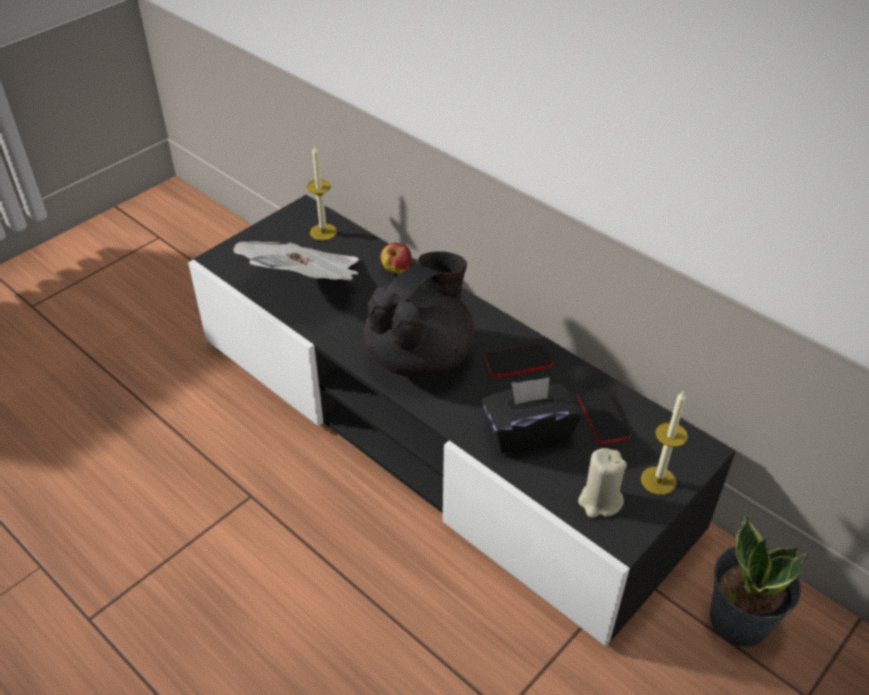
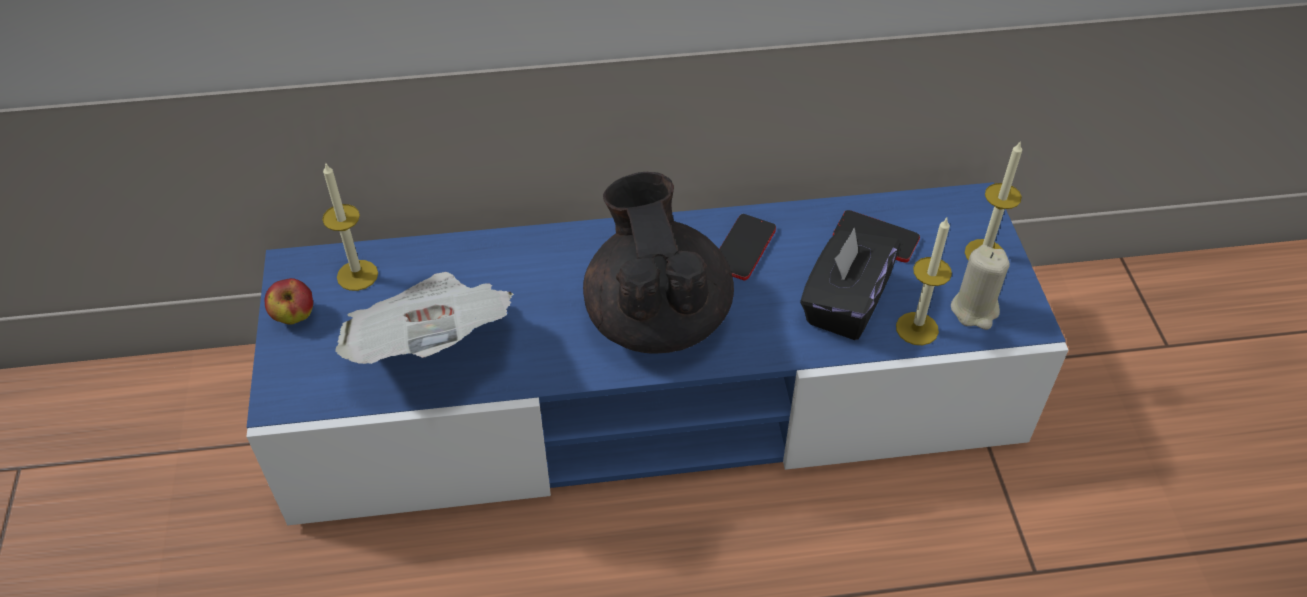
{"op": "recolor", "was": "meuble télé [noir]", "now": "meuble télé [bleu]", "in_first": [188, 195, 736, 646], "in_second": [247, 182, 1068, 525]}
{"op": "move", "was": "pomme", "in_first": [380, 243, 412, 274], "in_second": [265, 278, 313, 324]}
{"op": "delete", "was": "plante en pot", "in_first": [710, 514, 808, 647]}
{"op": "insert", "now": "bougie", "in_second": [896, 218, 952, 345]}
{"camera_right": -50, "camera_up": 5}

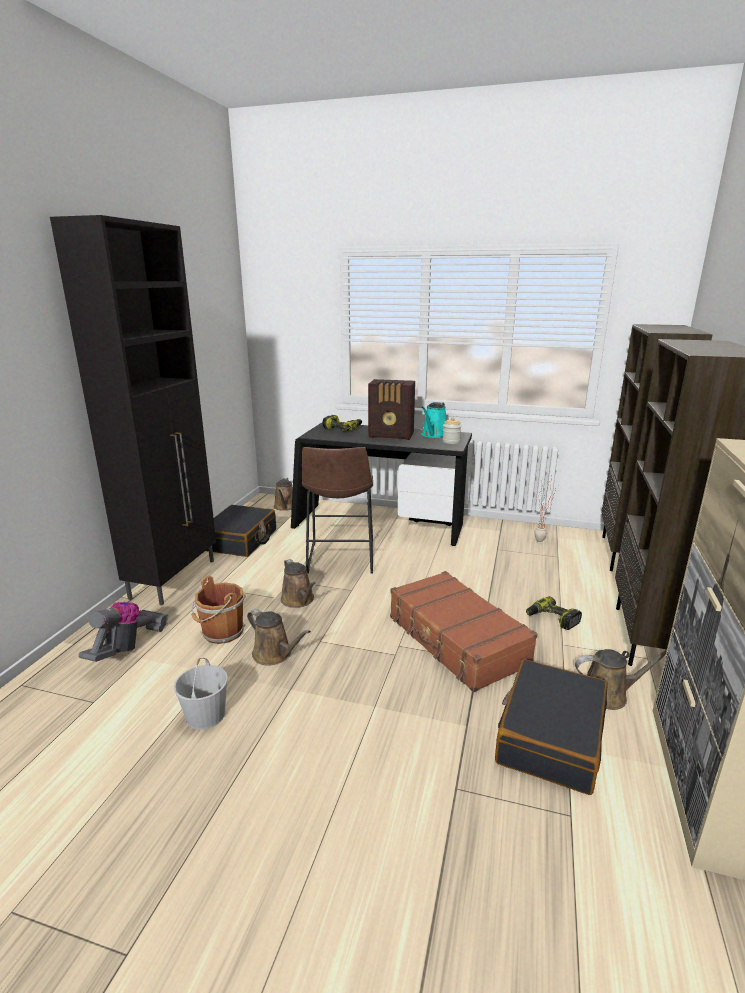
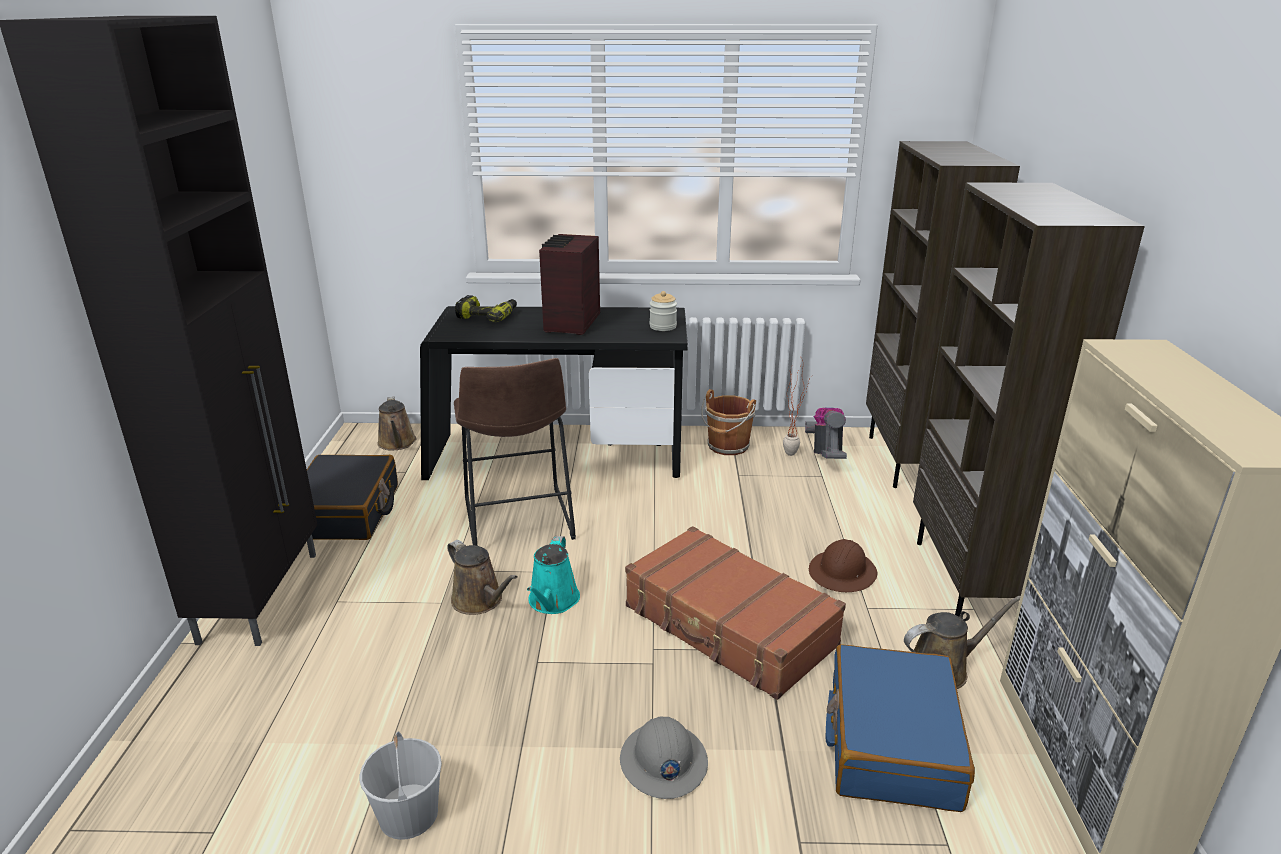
{"op": "move", "was": "aspirateur", "in_first": [78, 602, 168, 662], "in_second": [805, 408, 847, 459]}
{"op": "move", "was": "seau [marron]", "in_first": [191, 576, 246, 644], "in_second": [701, 389, 756, 455]}
{"op": "delete", "was": "arrosoir [marron]", "in_first": [247, 609, 311, 666]}
{"op": "rotate", "was": "radio", "in_first": [368, 379, 415, 440], "in_second": [539, 234, 600, 335], "clockwise": 105}
{"op": "move", "was": "arrosoir [turquoise]", "in_first": [422, 402, 447, 438], "in_second": [527, 536, 580, 614]}
{"op": "recolor", "was": "valise [noir]", "now": "valise [bleu]", "in_first": [495, 659, 608, 795], "in_second": [825, 644, 975, 812]}
{"op": "replace", "was": "perceuse", "now": "casque de chantier [marron]", "in_first": [526, 596, 582, 630], "in_second": [809, 539, 877, 592]}
{"op": "insert", "now": "casque de chantier [gris]", "in_second": [620, 716, 708, 799]}
{"camera_right": -15, "camera_up": 5}

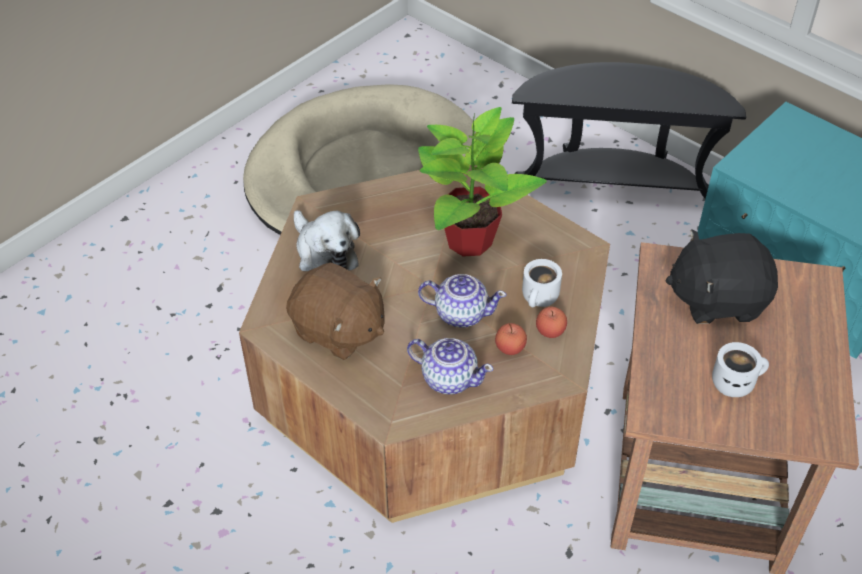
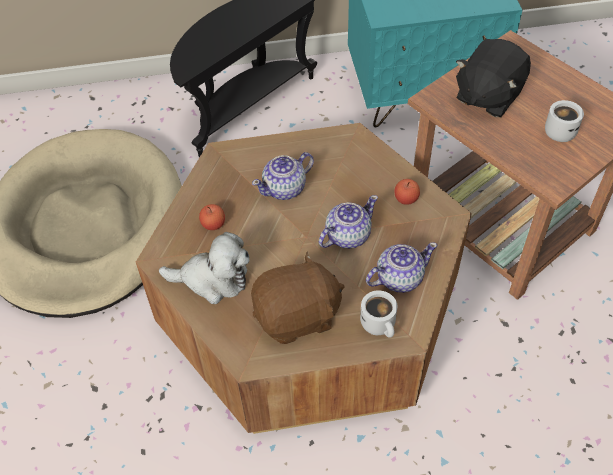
{"op": "replace", "was": "plante en pot", "now": "théière", "in_first": [418, 107, 547, 257], "in_second": [252, 152, 314, 200]}
{"op": "move", "was": "pomme", "in_first": [495, 323, 527, 355], "in_second": [199, 204, 225, 230]}
{"op": "move", "was": "mug [blanc]", "in_first": [522, 259, 562, 307], "in_second": [360, 290, 397, 338]}
{"camera_right": -50, "camera_up": 5}

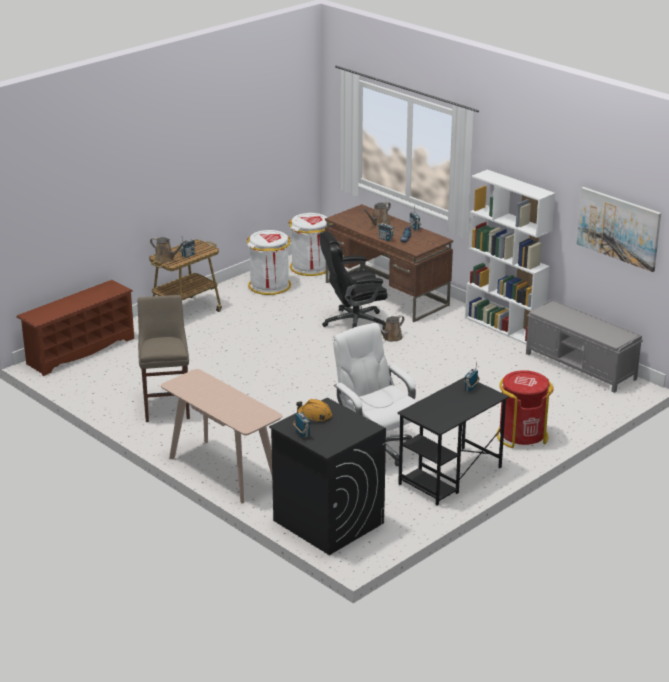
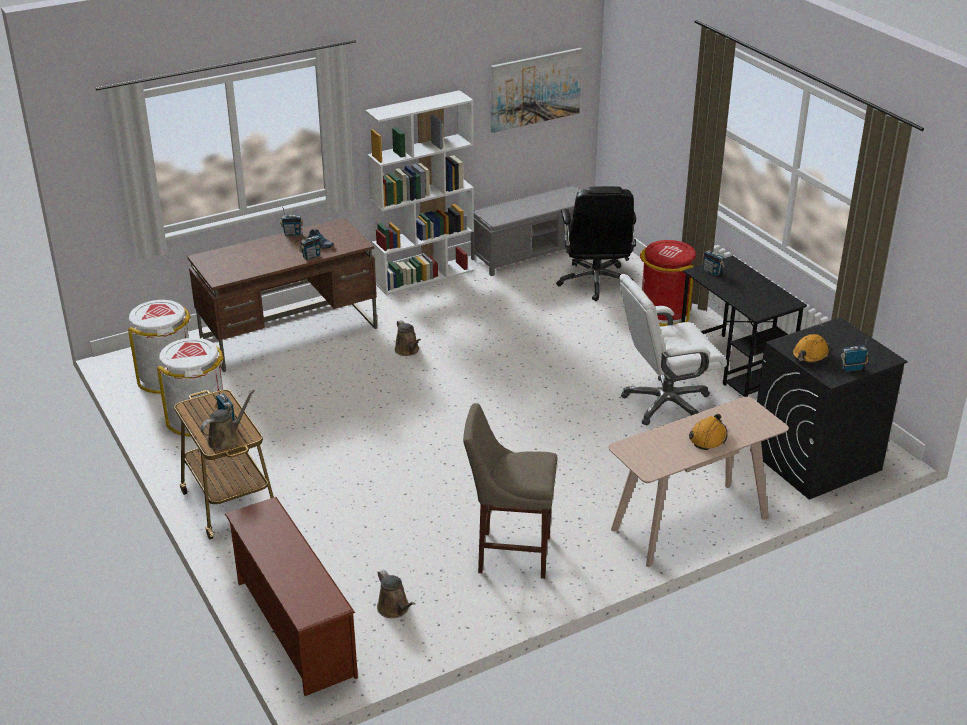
{"op": "move", "was": "chaise de bureau [noir]", "in_first": [319, 231, 388, 331], "in_second": [556, 186, 636, 301]}
{"op": "move", "was": "arrosoir [marron]", "in_first": [363, 202, 391, 227], "in_second": [377, 569, 415, 618]}
{"op": "insert", "now": "casque de chantier [orange]", "in_second": [689, 414, 728, 450]}
{"camera_right": -75, "camera_up": 5}

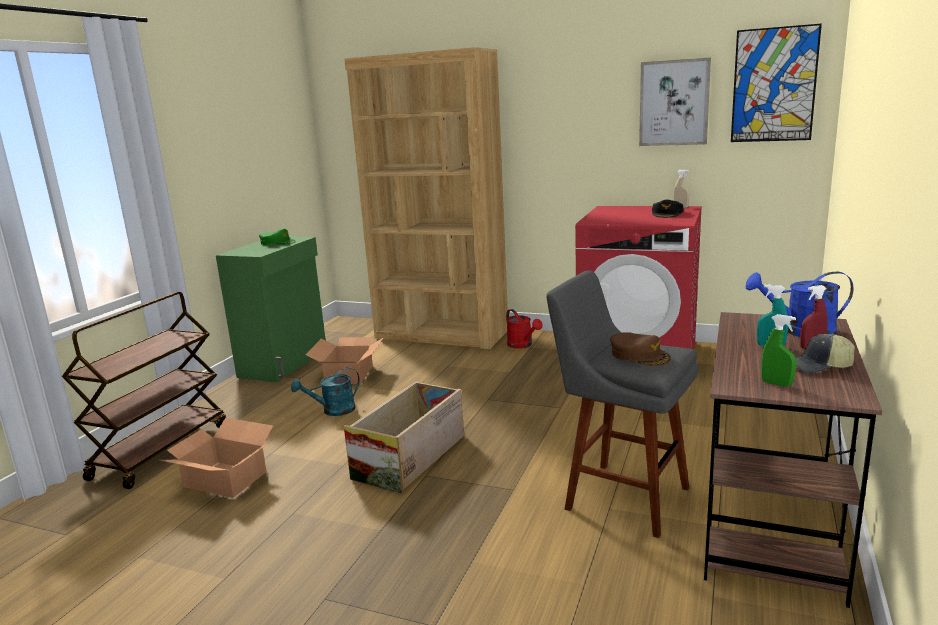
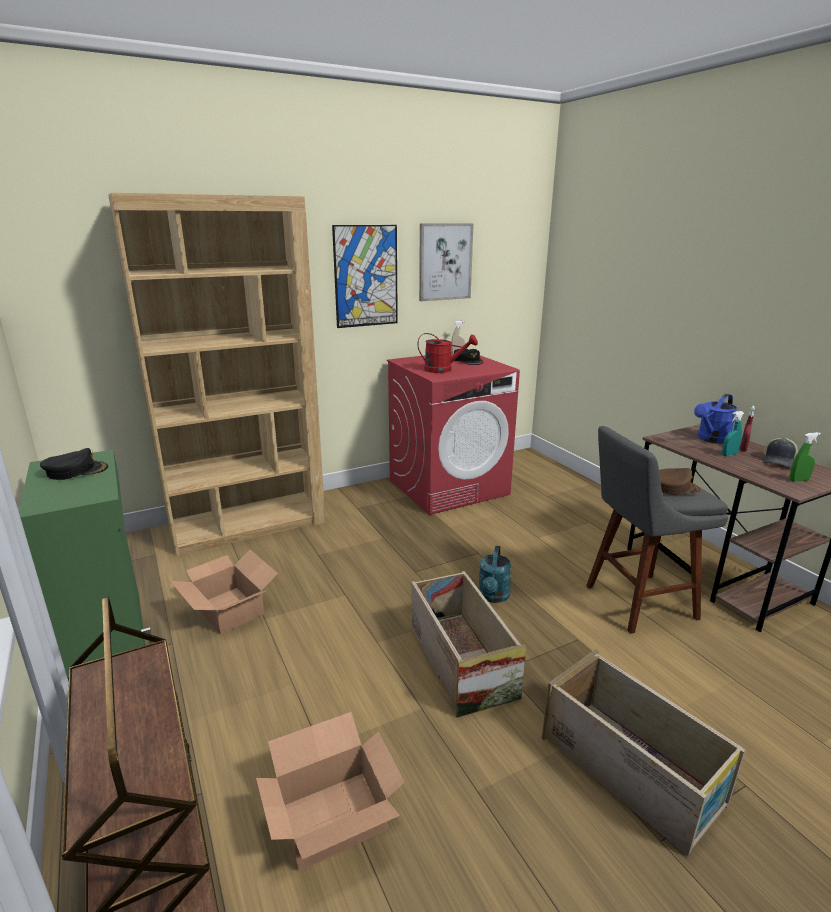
{"op": "recolor", "was": "casquette [vert]", "now": "casquette [noir]", "in_first": [259, 229, 296, 245], "in_second": [40, 448, 108, 480]}
{"op": "move", "was": "arrosoir [turquoise]", "in_first": [291, 367, 360, 416], "in_second": [478, 546, 512, 603]}
{"op": "move", "was": "arrosoir [rouge]", "in_first": [506, 309, 543, 349], "in_second": [417, 333, 478, 373]}
{"op": "move", "was": "tableau", "in_first": [731, 24, 822, 142], "in_second": [332, 225, 398, 328]}
{"op": "insert", "now": "caisse", "in_second": [542, 649, 746, 856]}
{"camera_right": -50, "camera_up": 5}

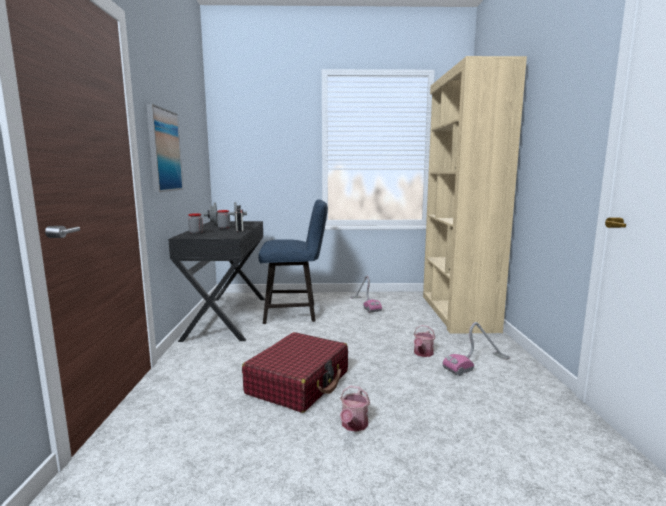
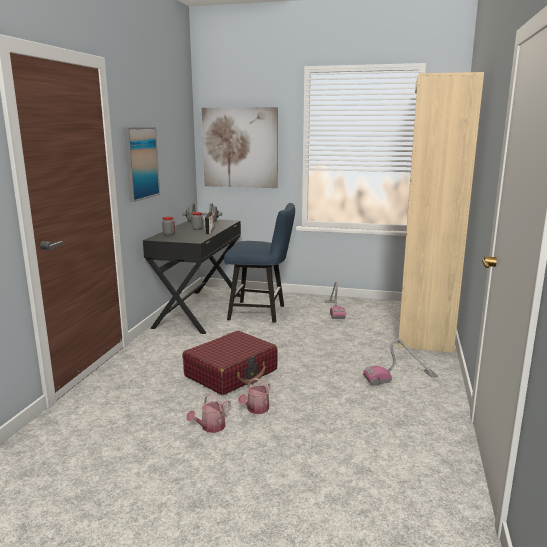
{"op": "move", "was": "arrosoir", "in_first": [414, 325, 435, 357], "in_second": [186, 394, 231, 433]}
{"op": "insert", "now": "tableau", "in_second": [202, 107, 278, 188]}
{"camera_right": 15, "camera_up": 5}

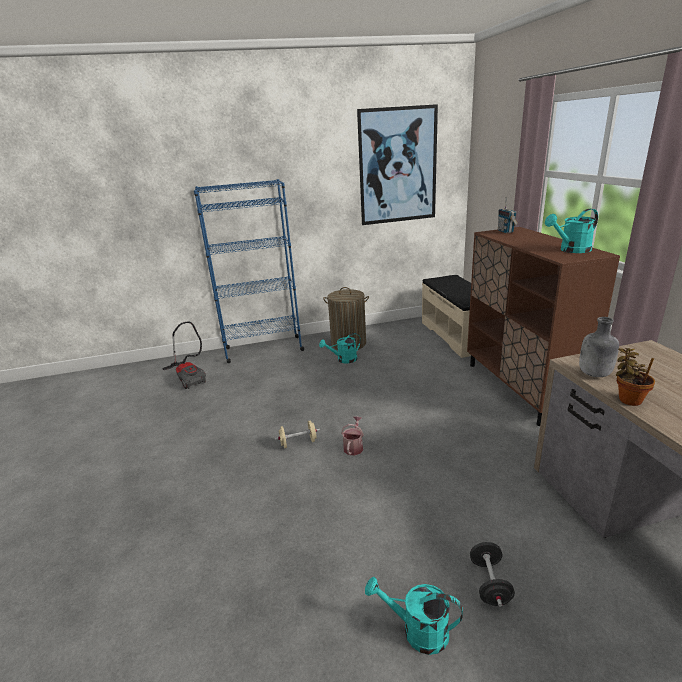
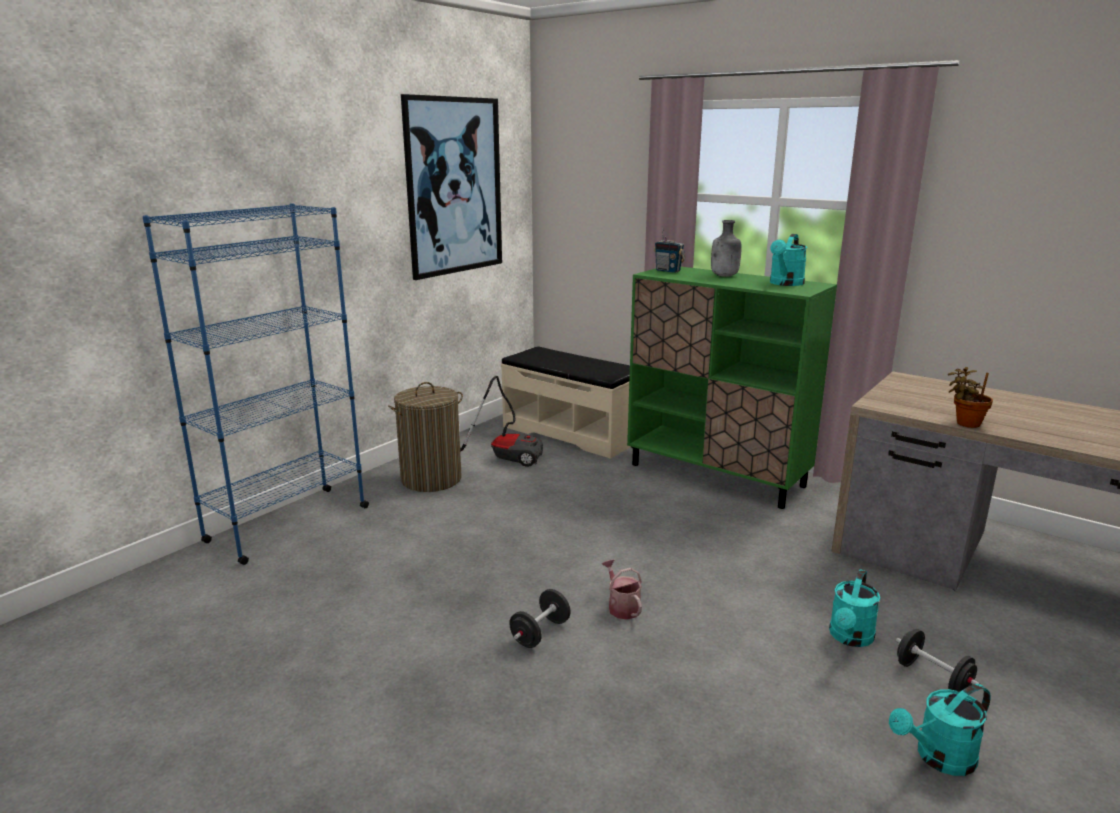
{"op": "move", "was": "aspirateur", "in_first": [163, 321, 206, 389], "in_second": [460, 376, 543, 467]}
{"op": "recolor", "was": "haltère [beige]", "now": "haltère [noir]", "in_first": [275, 420, 320, 448], "in_second": [509, 589, 570, 648]}
{"op": "move", "was": "arrosoir [turquoise]", "in_first": [319, 333, 361, 364], "in_second": [829, 569, 880, 647]}
{"op": "recolor", "was": "meuble de rangement [marron]", "now": "meuble de rangement [vert]", "in_first": [467, 227, 620, 426], "in_second": [627, 267, 837, 509]}
{"op": "move", "was": "bouteille [gris]", "in_first": [579, 317, 619, 377], "in_second": [711, 220, 742, 277]}
{"camera_right": -40, "camera_up": -5}

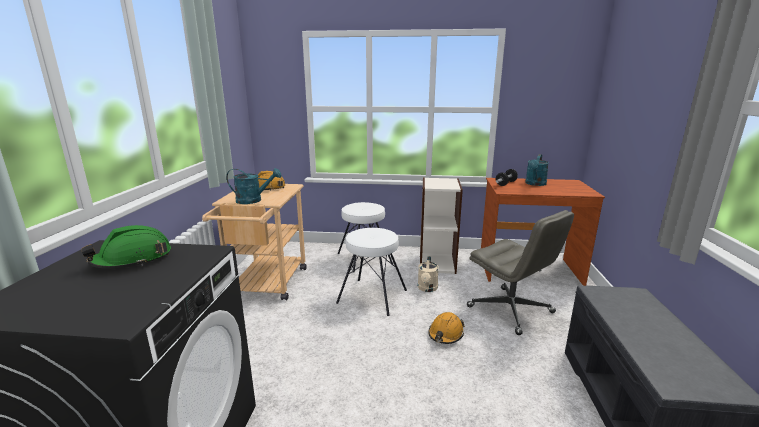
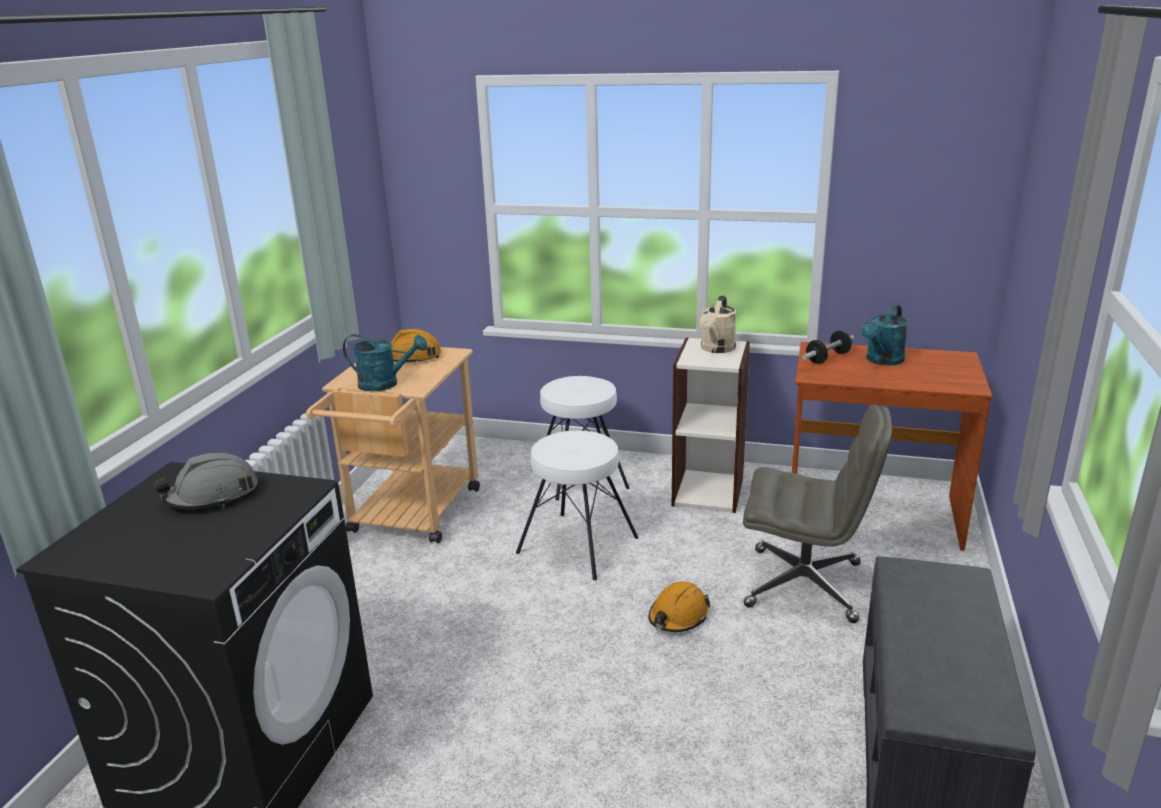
{"op": "recolor", "was": "casque de chantier [vert]", "now": "casque de chantier [gris]", "in_first": [81, 225, 171, 269], "in_second": [154, 453, 258, 509]}
{"op": "move", "was": "arrosoir [beige]", "in_first": [418, 256, 439, 292], "in_second": [700, 295, 736, 353]}
{"op": "rotate", "was": "chaise de bureau [gris]", "in_first": [467, 210, 574, 335], "in_second": [743, 405, 892, 623], "clockwise": -45}
{"camera_right": 10, "camera_up": 5}

